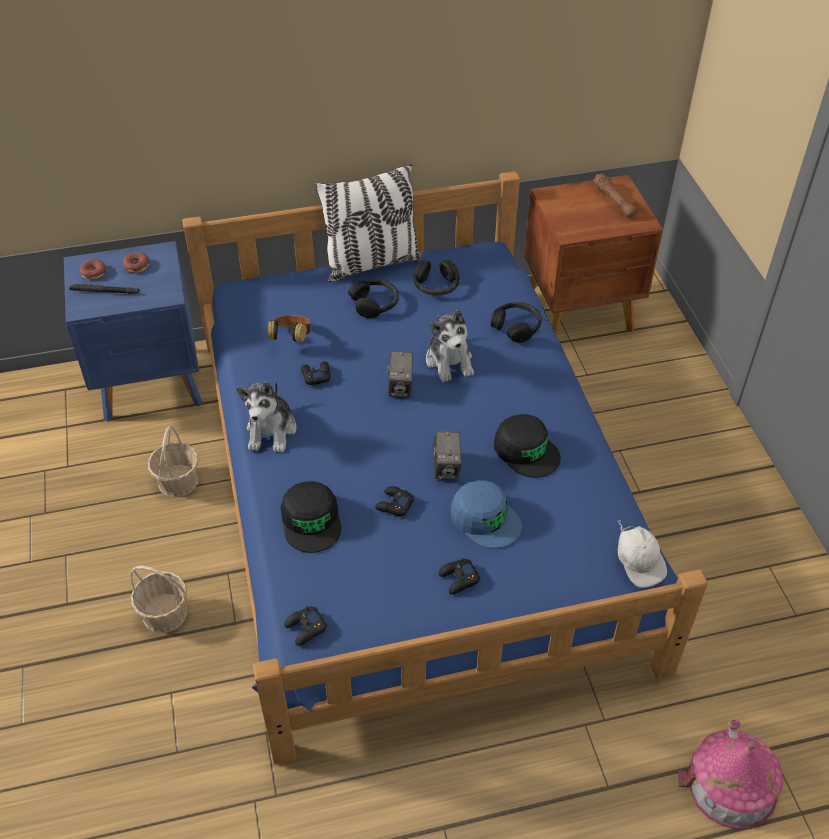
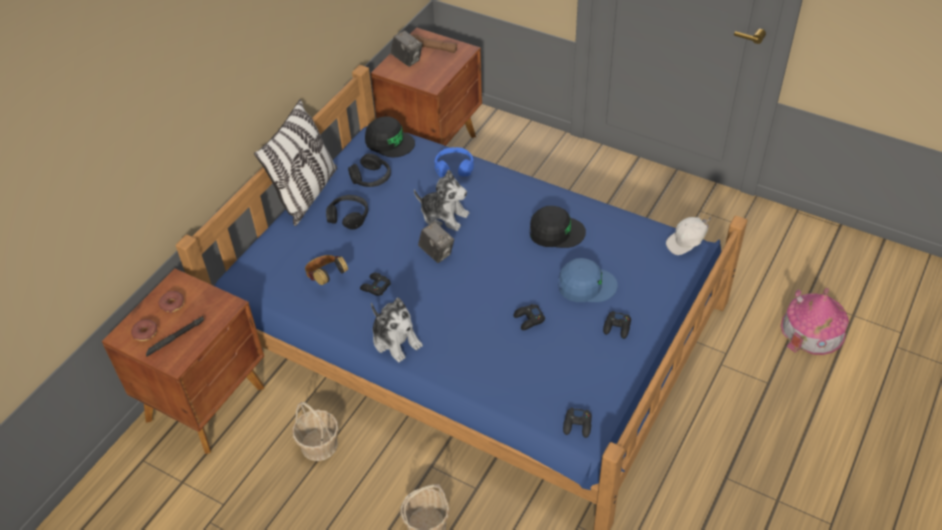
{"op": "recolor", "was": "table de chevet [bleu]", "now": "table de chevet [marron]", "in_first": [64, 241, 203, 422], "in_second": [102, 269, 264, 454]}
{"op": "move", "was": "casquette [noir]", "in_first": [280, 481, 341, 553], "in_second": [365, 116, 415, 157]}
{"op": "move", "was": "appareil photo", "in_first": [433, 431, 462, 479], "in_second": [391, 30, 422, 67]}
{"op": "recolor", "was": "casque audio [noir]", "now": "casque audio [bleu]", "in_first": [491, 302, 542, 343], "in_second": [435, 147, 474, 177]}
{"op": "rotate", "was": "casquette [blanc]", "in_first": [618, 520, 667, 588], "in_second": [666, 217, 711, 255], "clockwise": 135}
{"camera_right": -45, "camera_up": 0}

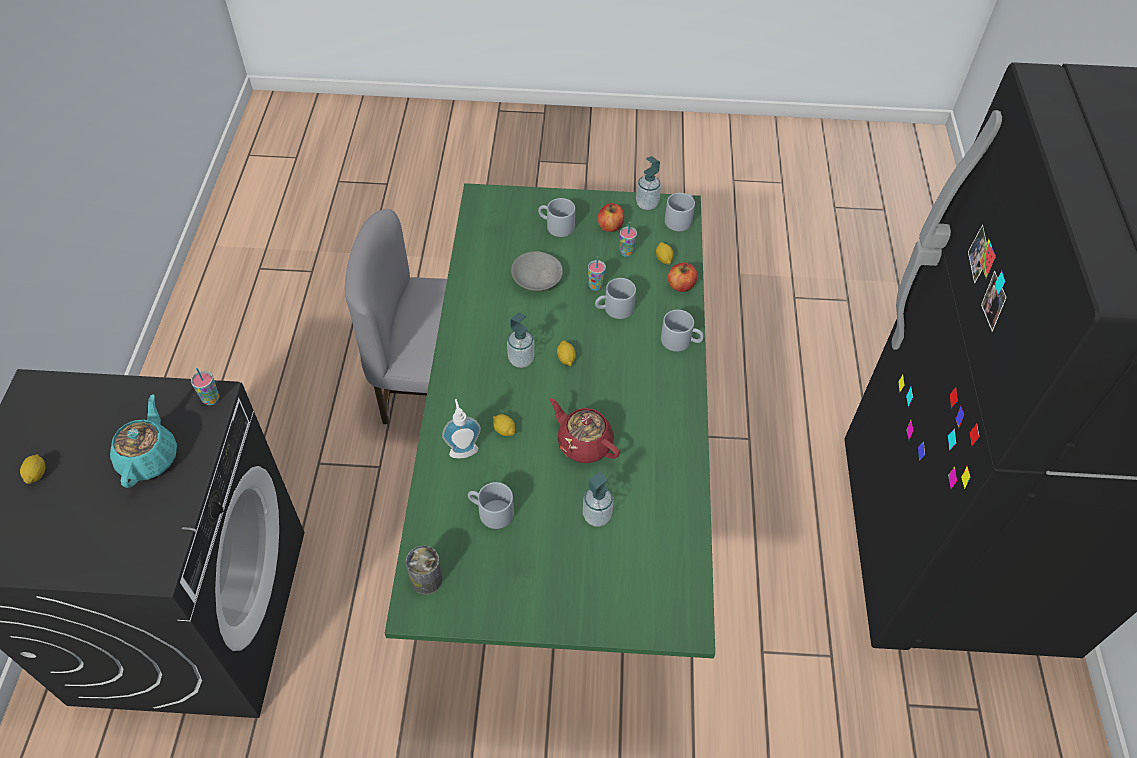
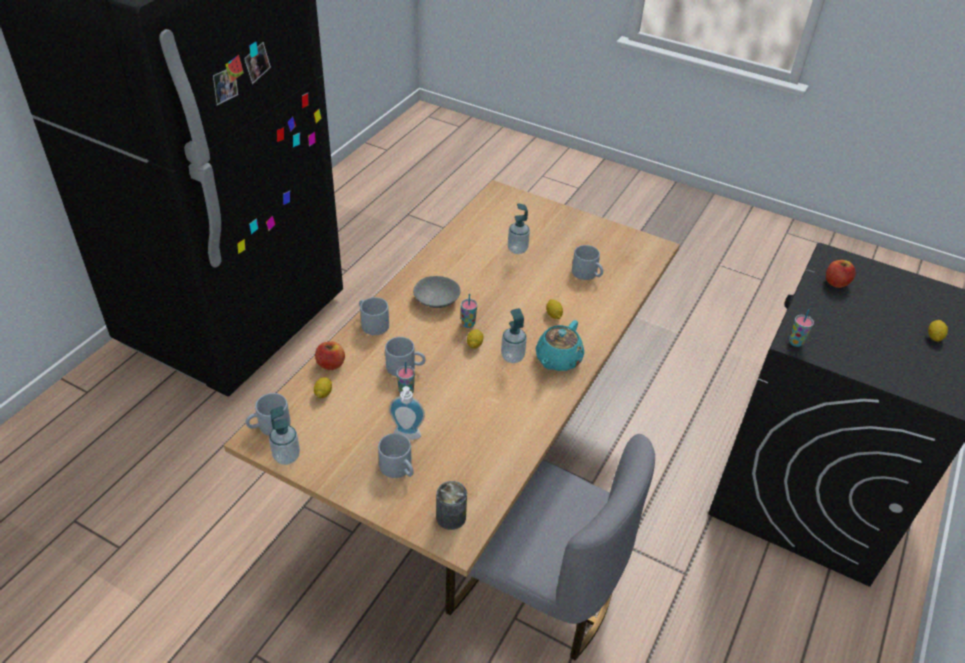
{"op": "move", "was": "théière [turquoise]", "in_first": [110, 394, 177, 488], "in_second": [536, 320, 584, 371]}
{"op": "recolor", "was": "table à manger [vert]", "now": "table à manger [beige]", "in_first": [385, 183, 715, 658], "in_second": [224, 180, 680, 577]}
{"op": "move", "was": "boîte métallique", "in_first": [406, 546, 443, 595], "in_second": [436, 481, 467, 530]}
{"op": "move", "was": "distributeur de savon", "in_first": [442, 399, 481, 458], "in_second": [389, 386, 425, 440]}
{"op": "move", "was": "bol [gris]", "in_first": [511, 251, 563, 291], "in_second": [413, 276, 461, 308]}
{"op": "delete", "was": "théière [rouge]", "in_first": [549, 398, 620, 463]}
{"op": "move", "was": "pomme", "in_first": [597, 203, 624, 232], "in_second": [826, 260, 856, 288]}
{"op": "move", "was": "tasse", "in_first": [620, 222, 637, 257], "in_second": [461, 294, 478, 328]}
{"camera_right": -155, "camera_up": -10}

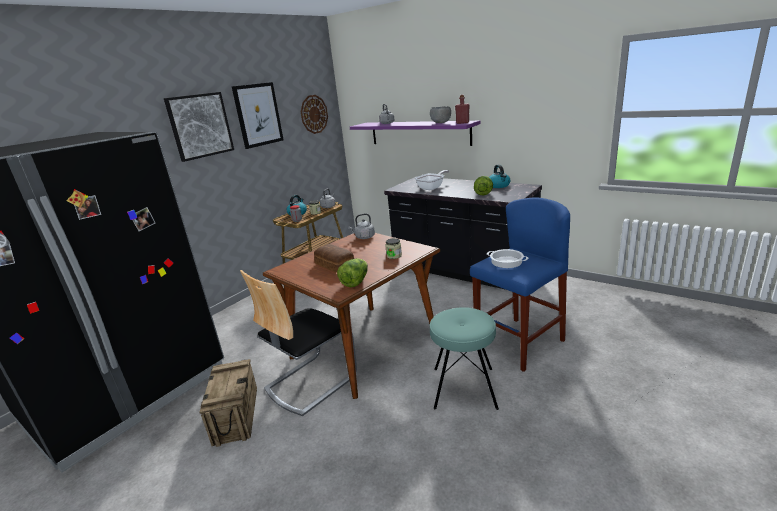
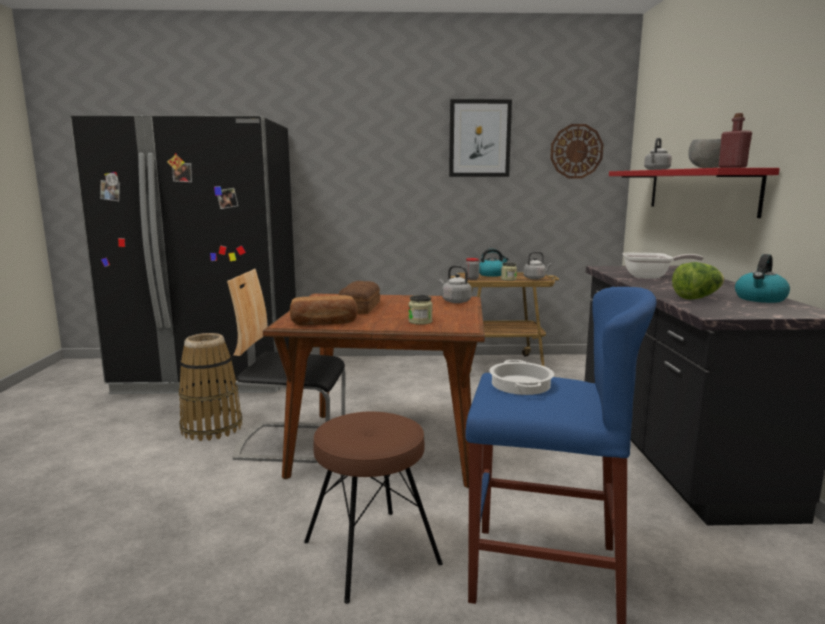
{"op": "delete", "was": "tableau", "in_first": [164, 92, 234, 162]}
{"op": "replace", "was": "caisse", "now": "panier", "in_first": [199, 359, 257, 447], "in_second": [179, 333, 242, 441]}
{"op": "replace", "was": "laitue", "now": "pain", "in_first": [337, 258, 368, 287], "in_second": [290, 295, 357, 326]}
{"op": "recolor", "was": "étagère [violet]", "now": "étagère [rouge]", "in_first": [350, 121, 480, 146], "in_second": [609, 168, 780, 218]}
{"op": "recolor", "was": "tabouret [turquoise]", "now": "tabouret [marron]", "in_first": [430, 307, 499, 410], "in_second": [304, 412, 443, 604]}
{"camera_right": 50, "camera_up": -10}

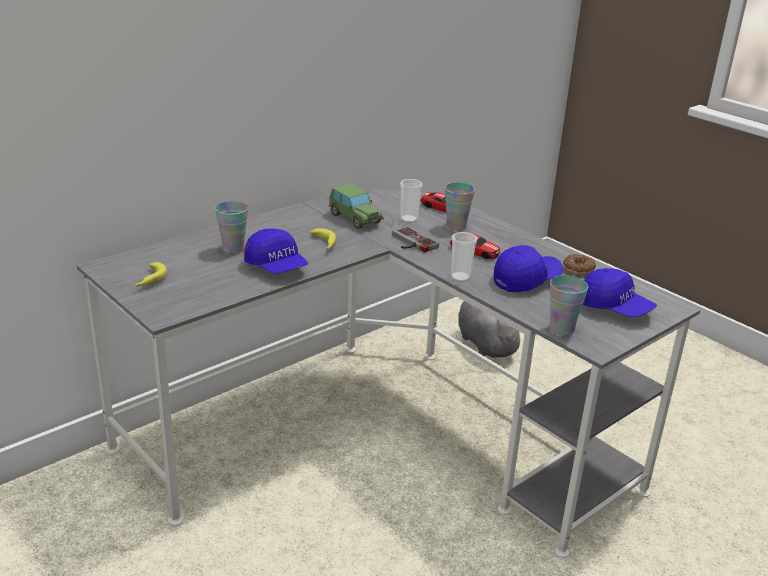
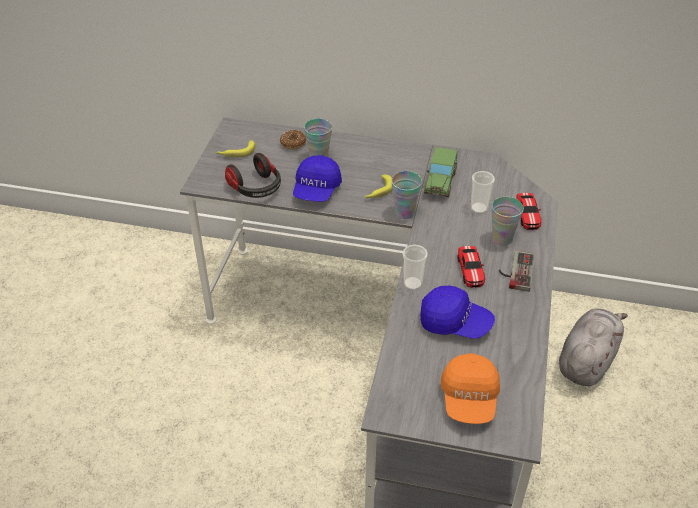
{"op": "move", "was": "manette", "in_first": [392, 226, 439, 253], "in_second": [499, 251, 534, 292]}
{"op": "move", "was": "tasse", "in_first": [549, 275, 588, 336], "in_second": [392, 171, 422, 219]}
{"op": "move", "was": "beignet", "in_first": [563, 254, 596, 275], "in_second": [280, 130, 306, 149]}
{"op": "recolor", "was": "casquette [bleu]", "now": "casquette [orange]", "in_first": [583, 268, 657, 317], "in_second": [441, 353, 500, 424]}
{"op": "insert", "now": "casque audio", "in_second": [225, 153, 281, 198]}
{"camera_right": 55, "camera_up": 15}

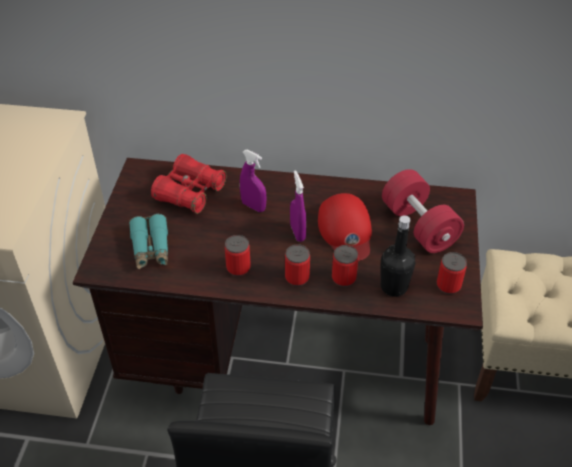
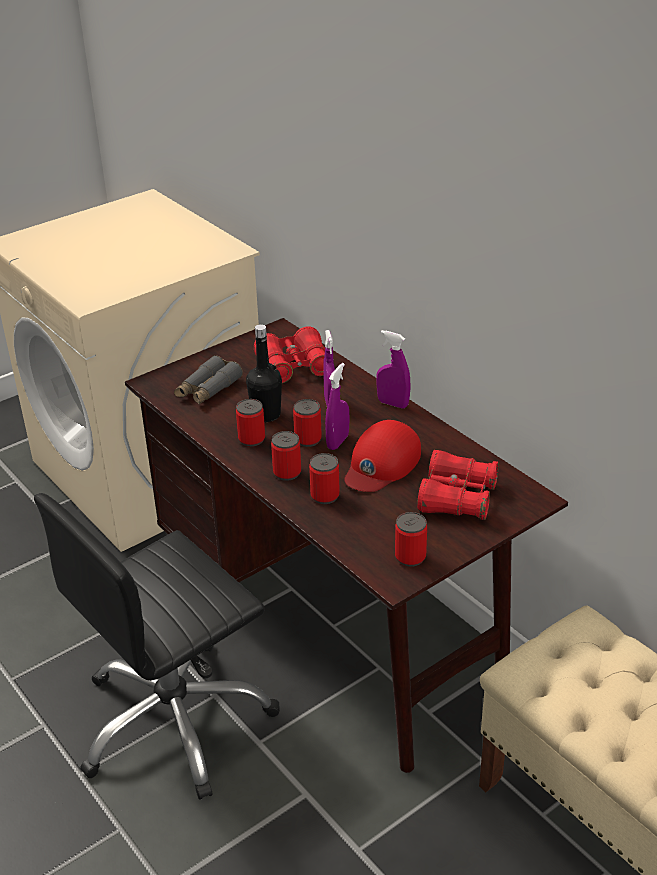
{"op": "recolor", "was": "jumelles [turquoise]", "now": "jumelles [gris]", "in_first": [129, 214, 168, 269], "in_second": [174, 355, 243, 404]}
{"op": "move", "was": "bouteille [noir]", "in_first": [381, 215, 416, 297], "in_second": [246, 324, 282, 422]}
{"op": "replace", "was": "haltère [rouge]", "now": "jumelles [rouge]", "in_first": [382, 169, 464, 253], "in_second": [417, 450, 499, 520]}
{"op": "insert", "now": "boîte métallique", "in_second": [293, 399, 322, 447]}
{"op": "insert", "now": "vaporisateur [violet]", "in_second": [376, 330, 411, 408]}
{"camera_right": 45, "camera_up": -10}

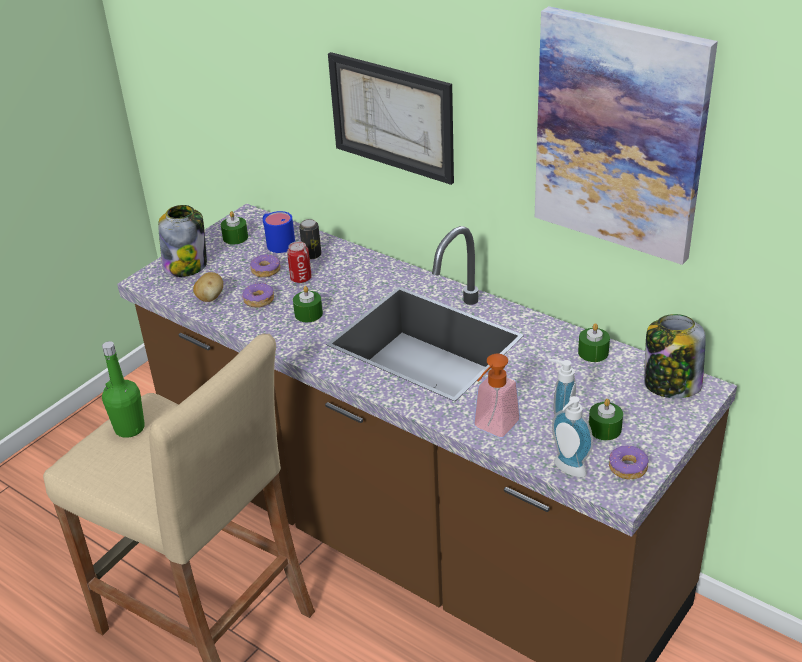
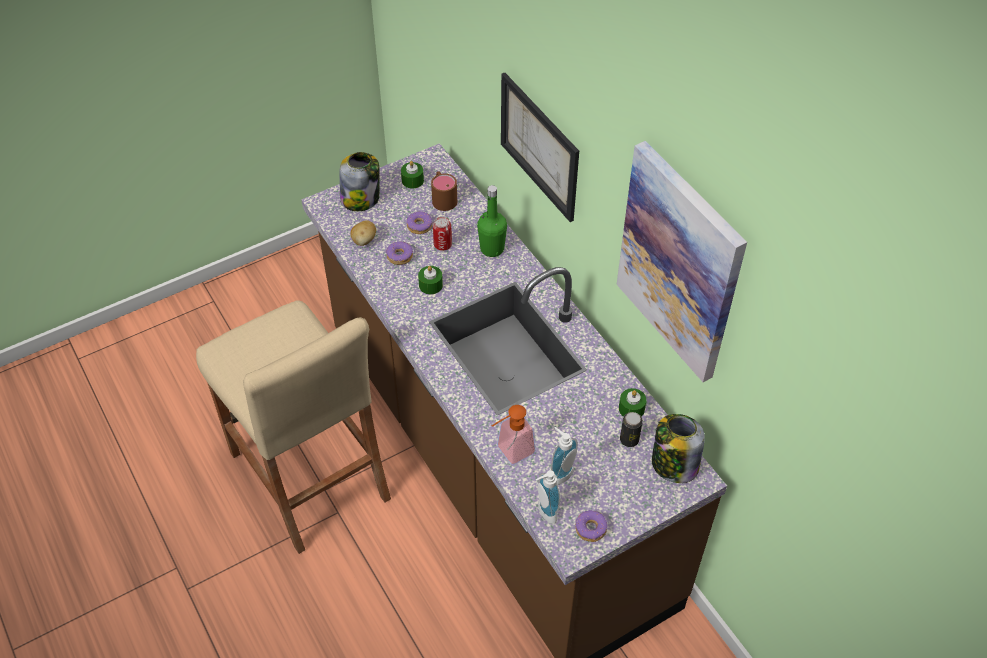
{"op": "move", "was": "bouteille [vert]", "in_first": [102, 341, 145, 438], "in_second": [477, 185, 507, 257]}
{"op": "recolor", "was": "mug [bleu]", "now": "mug [marron]", "in_first": [263, 211, 295, 253], "in_second": [431, 171, 457, 211]}
{"op": "move", "was": "boîte métallique", "in_first": [299, 219, 321, 259], "in_second": [620, 412, 643, 447]}
{"op": "delete", "was": "bougie [vert]", "in_first": [589, 399, 623, 440]}
{"camera_right": 20, "camera_up": 15}

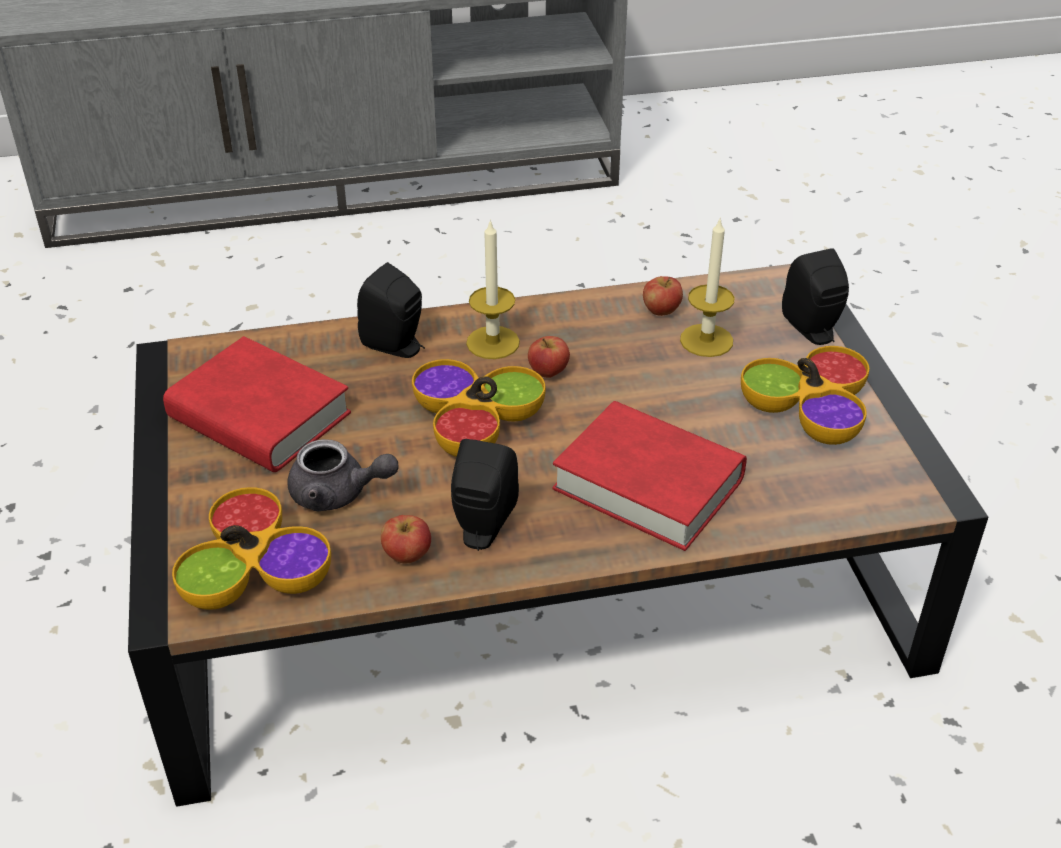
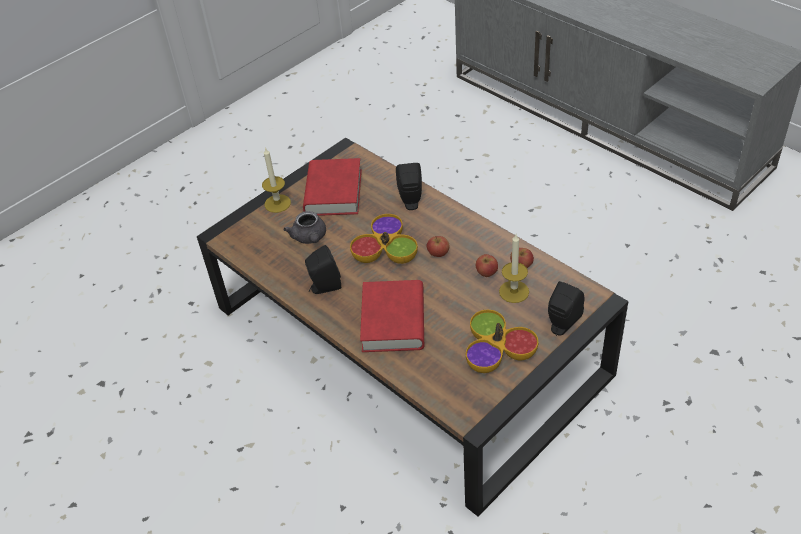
{"op": "delete", "was": "bol", "in_first": [172, 487, 331, 610]}
{"op": "move", "was": "pomme", "in_first": [381, 515, 431, 564], "in_second": [476, 254, 498, 277]}
{"op": "move", "was": "bougie", "in_first": [466, 219, 520, 359], "in_second": [262, 147, 291, 213]}
{"camera_right": 60, "camera_up": 5}

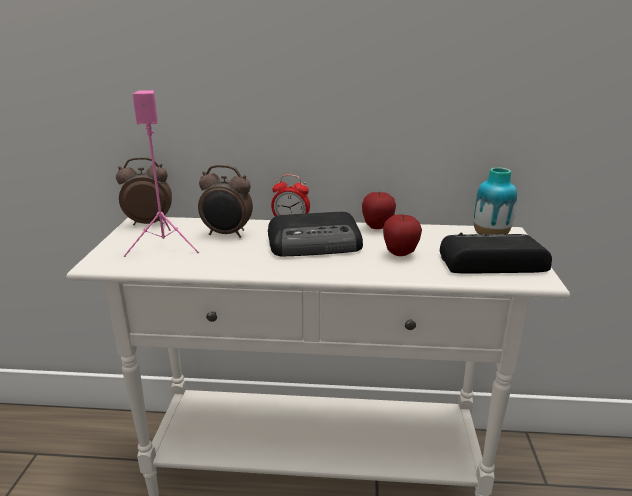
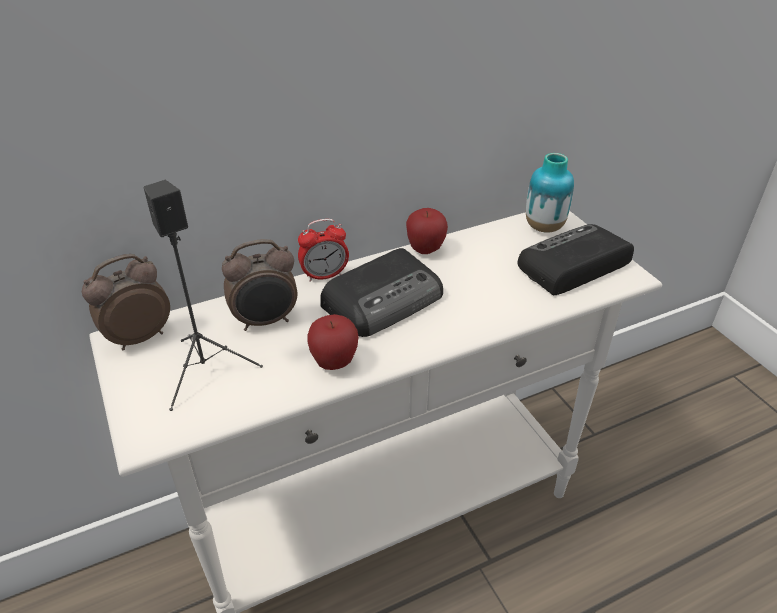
{"op": "recolor", "was": "enceinte [rose]", "now": "enceinte [noir]", "in_first": [124, 90, 199, 257], "in_second": [143, 180, 263, 411]}
{"op": "move", "was": "pomme", "in_first": [383, 215, 422, 256], "in_second": [307, 314, 358, 370]}
{"camera_right": -30, "camera_up": 15}

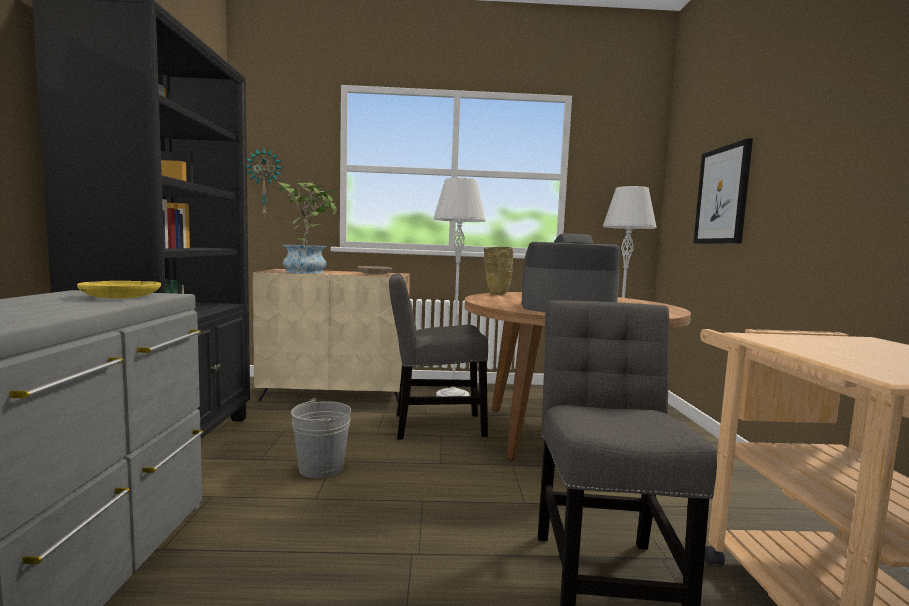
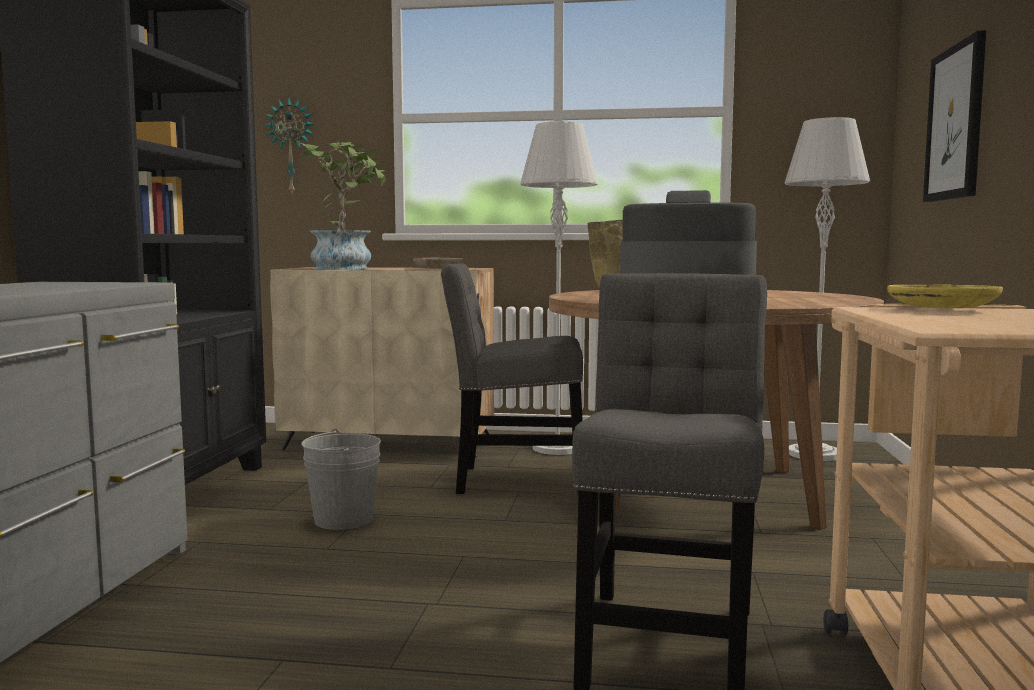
{"op": "move", "was": "assiette [jaune]", "in_first": [77, 281, 161, 299], "in_second": [887, 285, 1003, 309]}
{"camera_right": 10, "camera_up": 0}

